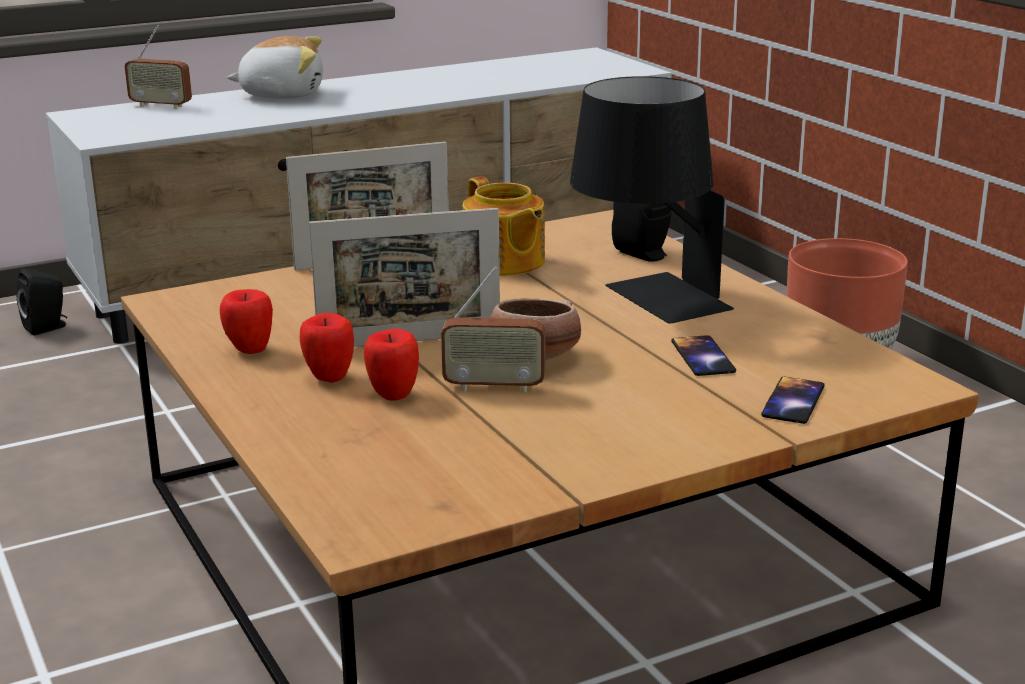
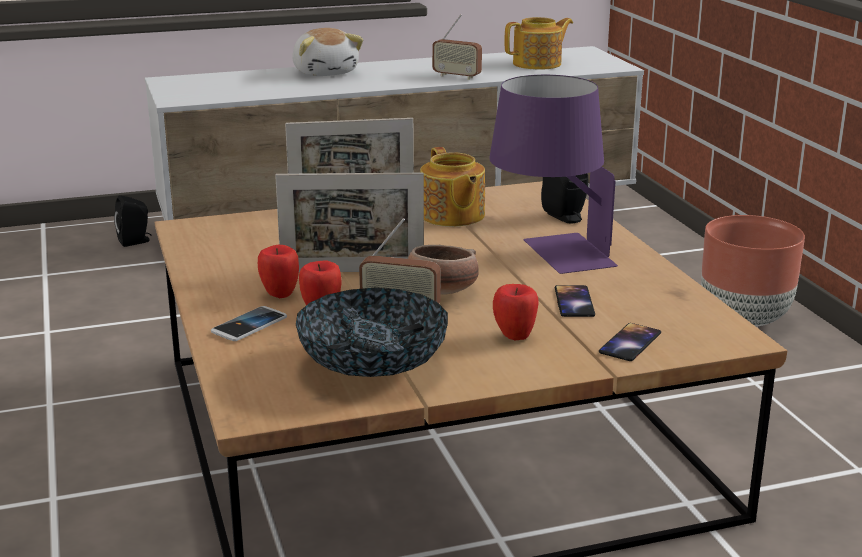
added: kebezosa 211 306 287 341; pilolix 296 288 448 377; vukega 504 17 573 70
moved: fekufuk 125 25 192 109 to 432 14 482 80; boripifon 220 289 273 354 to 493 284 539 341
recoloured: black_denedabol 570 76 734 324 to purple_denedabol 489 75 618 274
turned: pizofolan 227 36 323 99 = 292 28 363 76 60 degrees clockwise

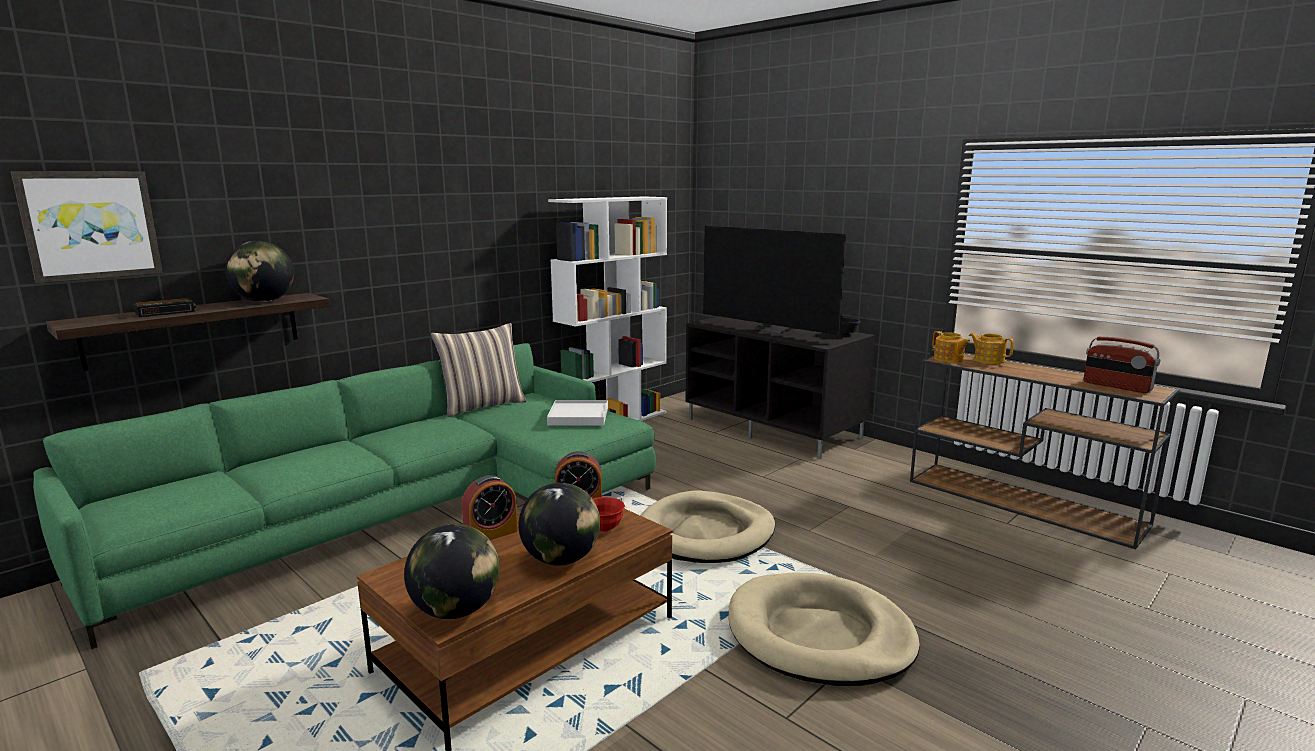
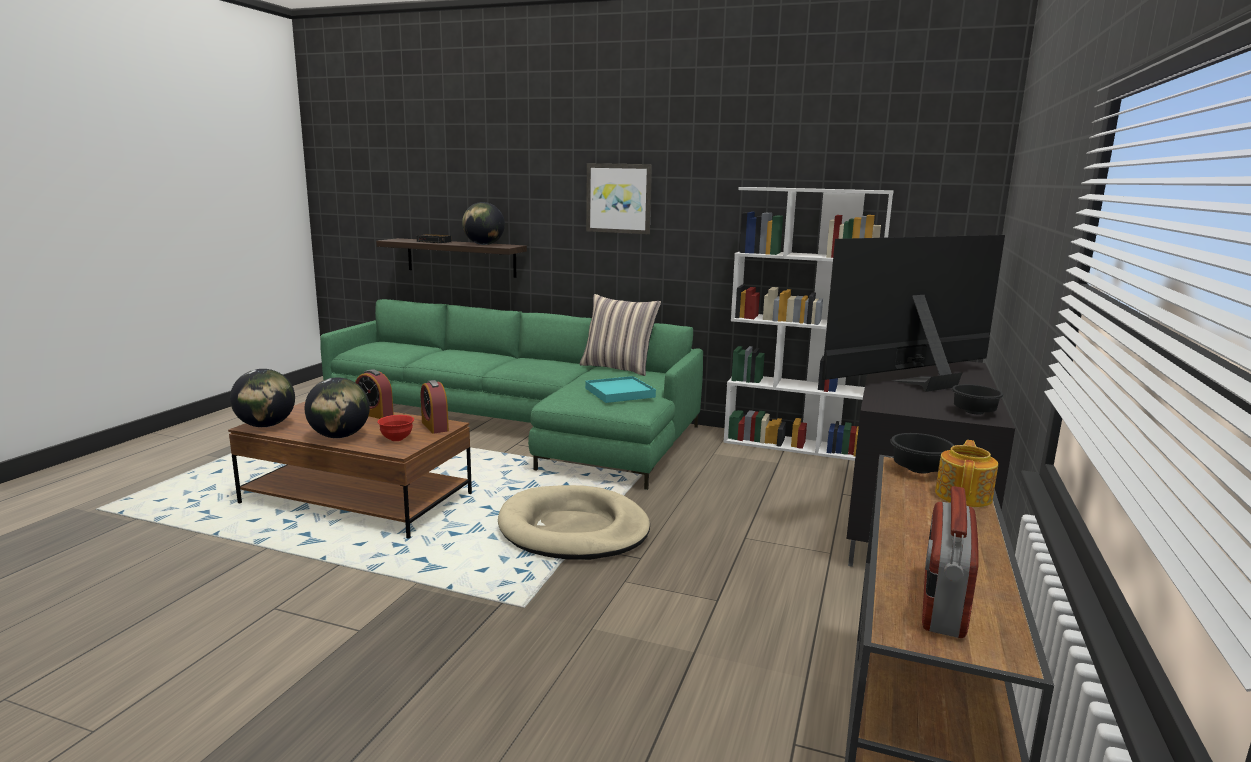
removed: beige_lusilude 729 572 920 686
moved: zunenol 11 171 163 283 to 586 163 652 234
replaced: vukega 932 331 970 363 to black_pilolix 890 433 954 474
recoloured: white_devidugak 547 400 608 426 to turquoise_devidugak 585 376 656 403
turned: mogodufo 703 226 846 335 = 822 235 1005 392 45 degrees clockwise

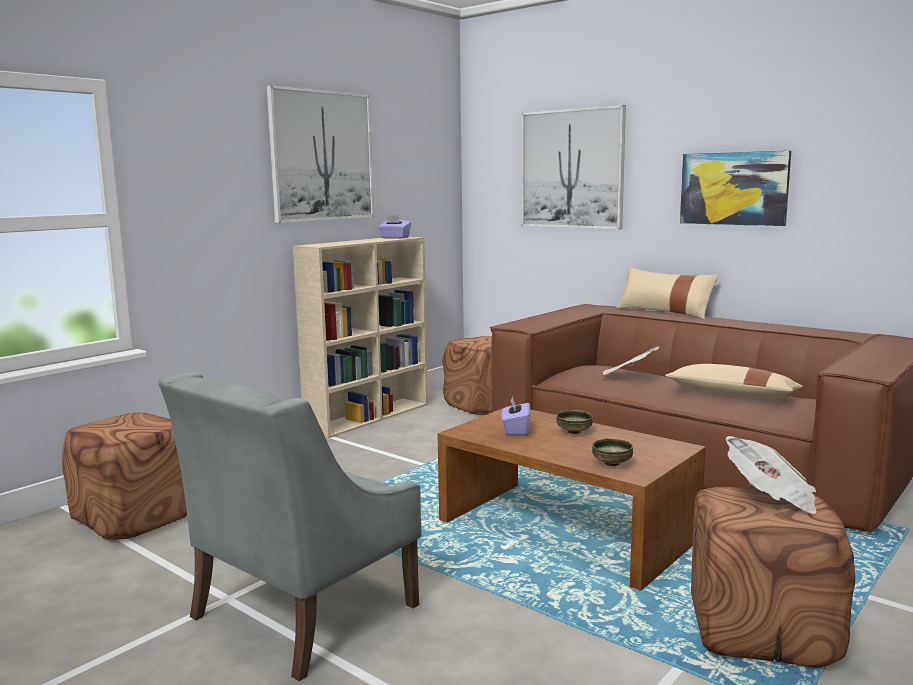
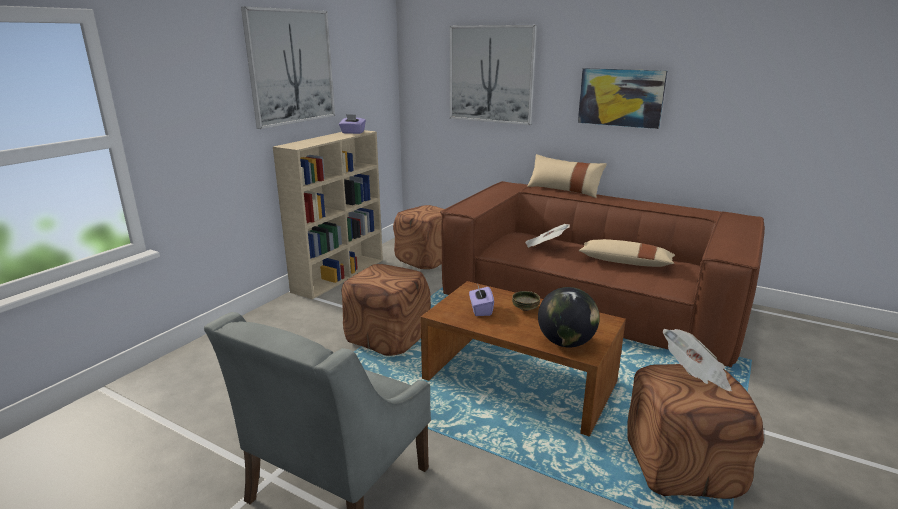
moved: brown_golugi 62 413 187 540 to 342 264 431 356
replaced: pilolix 592 438 633 466 to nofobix 538 287 600 348

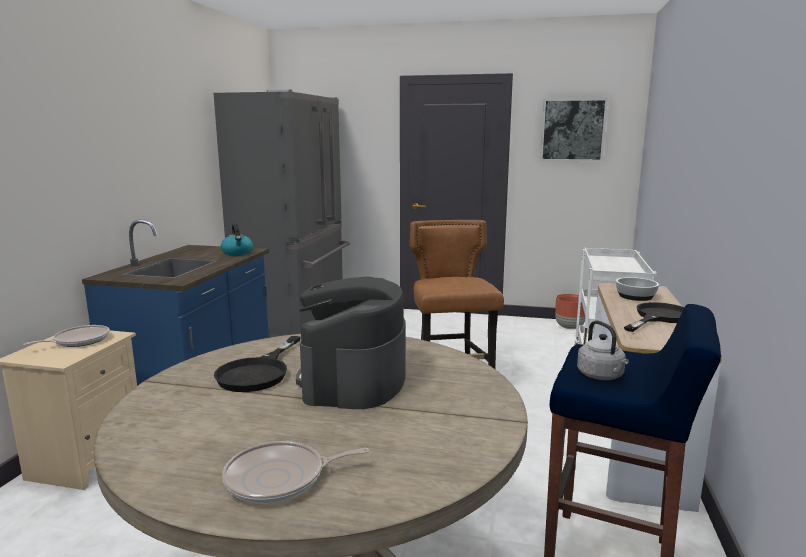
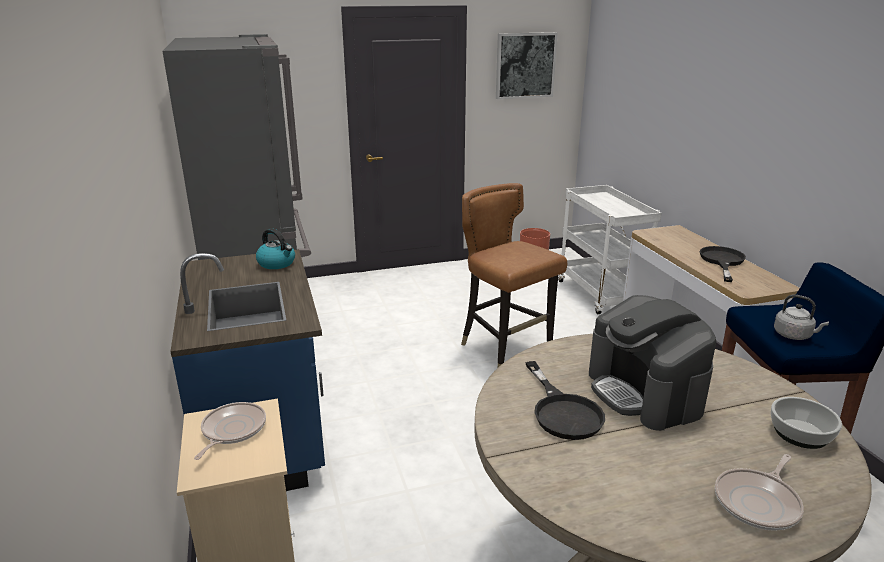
moved: pilolix 616 277 659 301 to 771 397 842 449

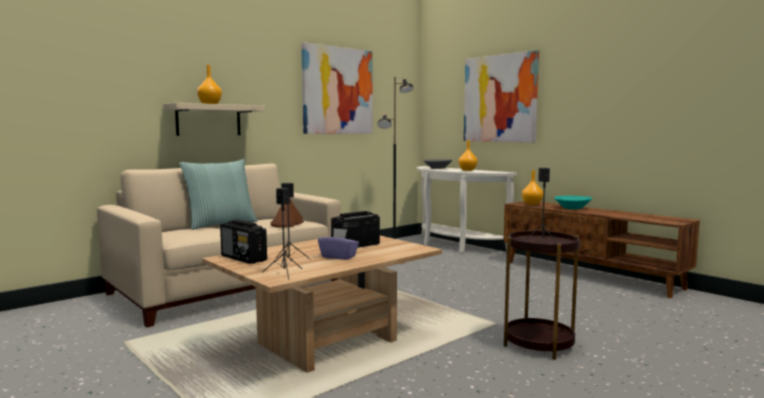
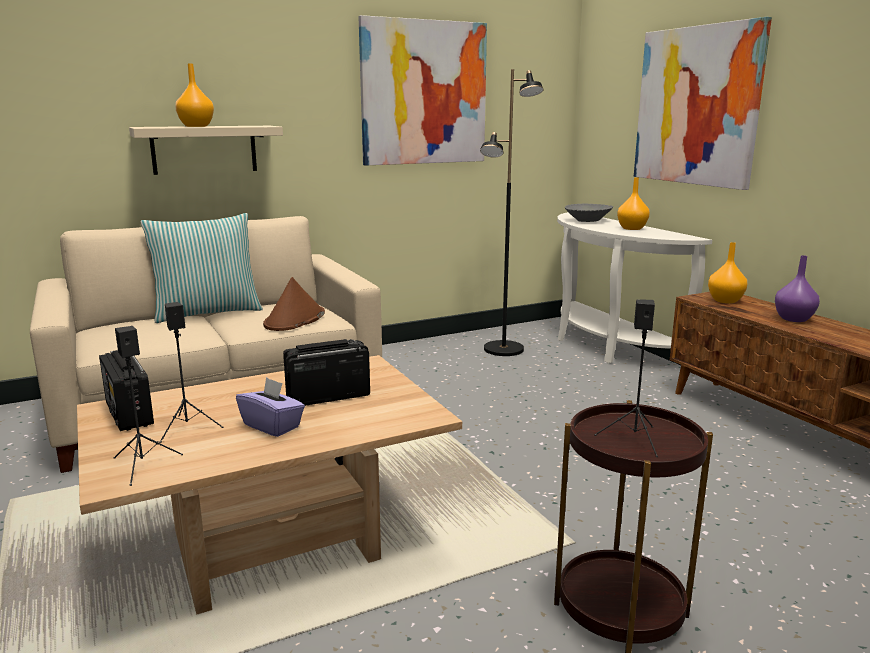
replaced: turquoise_pilolix 554 196 592 209 to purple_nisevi 775 255 820 322

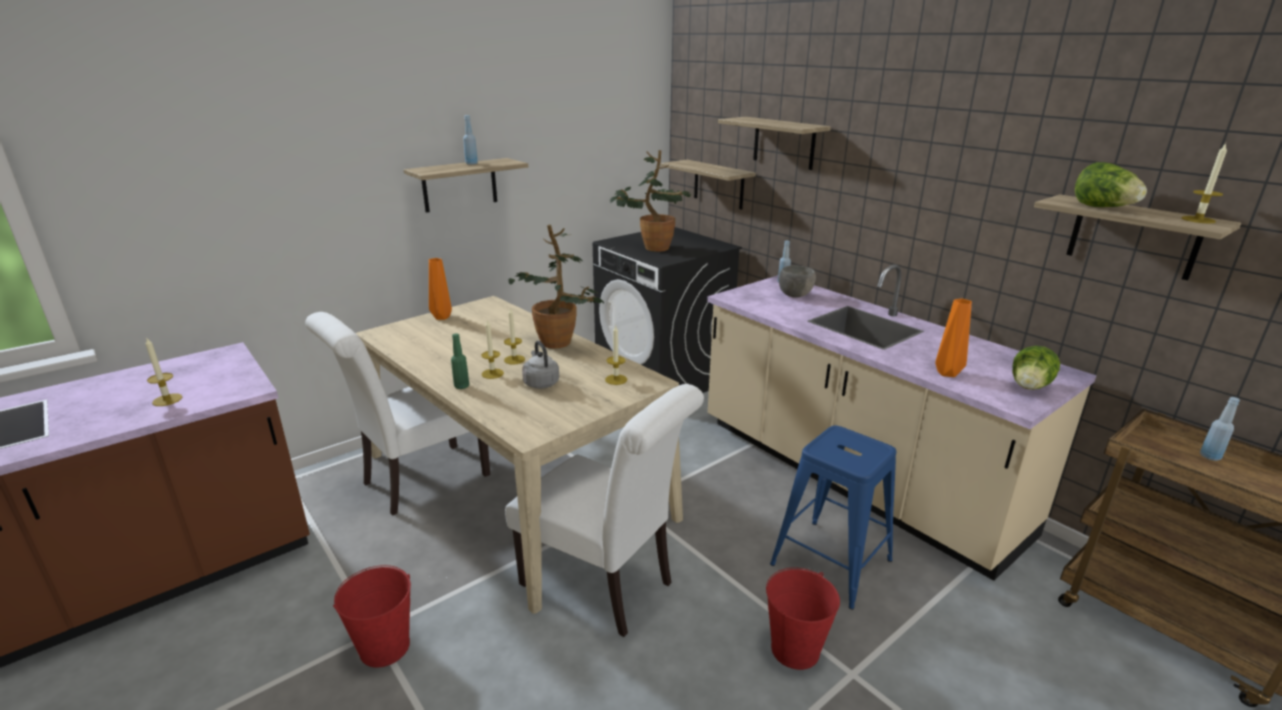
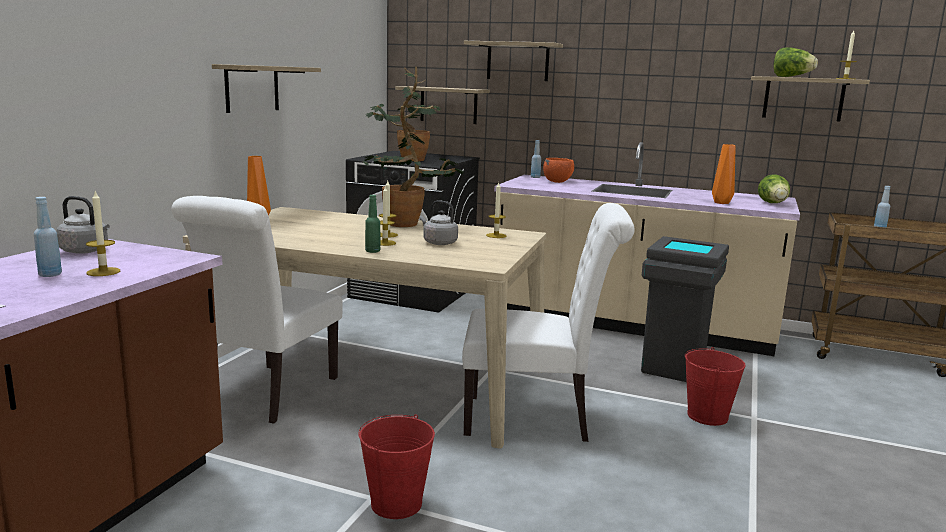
added: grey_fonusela 56 196 110 254
moved: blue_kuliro 463 115 478 165 to 34 197 62 277
replaced: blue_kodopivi 770 425 896 610 to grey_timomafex 641 236 729 382
recoloured: grey_pilolix 779 265 816 298 to orange_pilolix 543 158 574 183

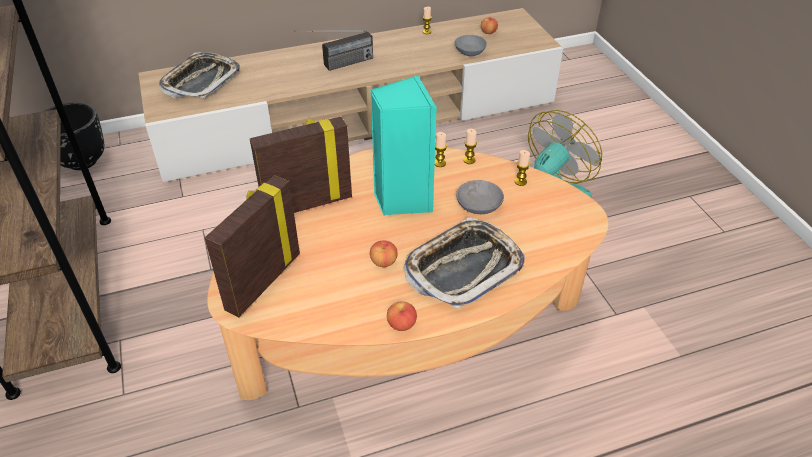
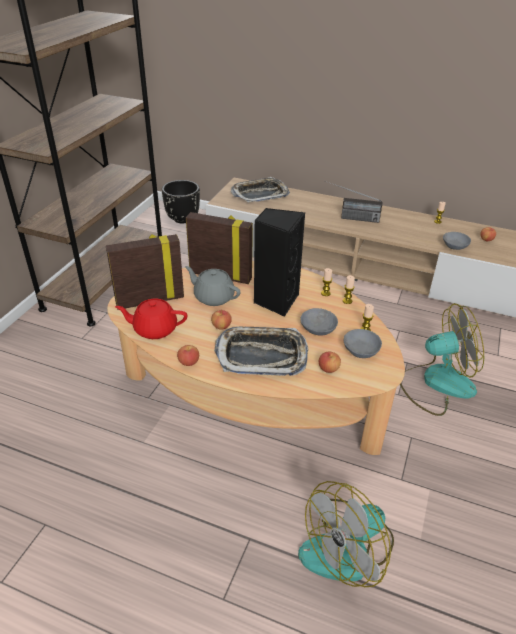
added: red_vukega 115 299 187 339; grey_vukega 185 266 240 306; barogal 298 481 394 587; boripifon 319 352 341 373; grey_pilolix 344 329 382 358
recoloured: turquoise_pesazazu 370 75 437 215 to black_pesazazu 253 208 305 317

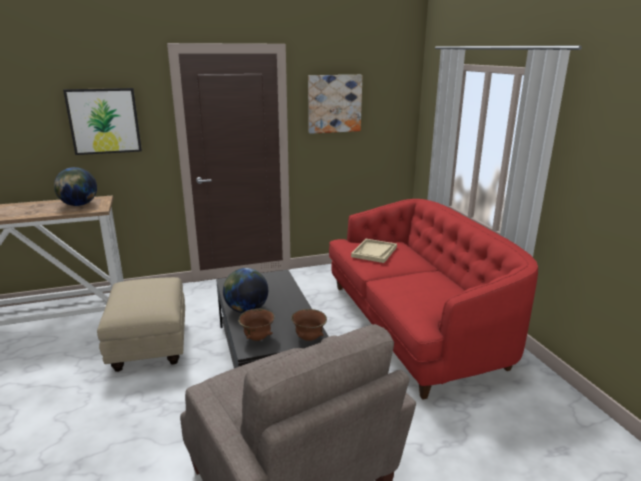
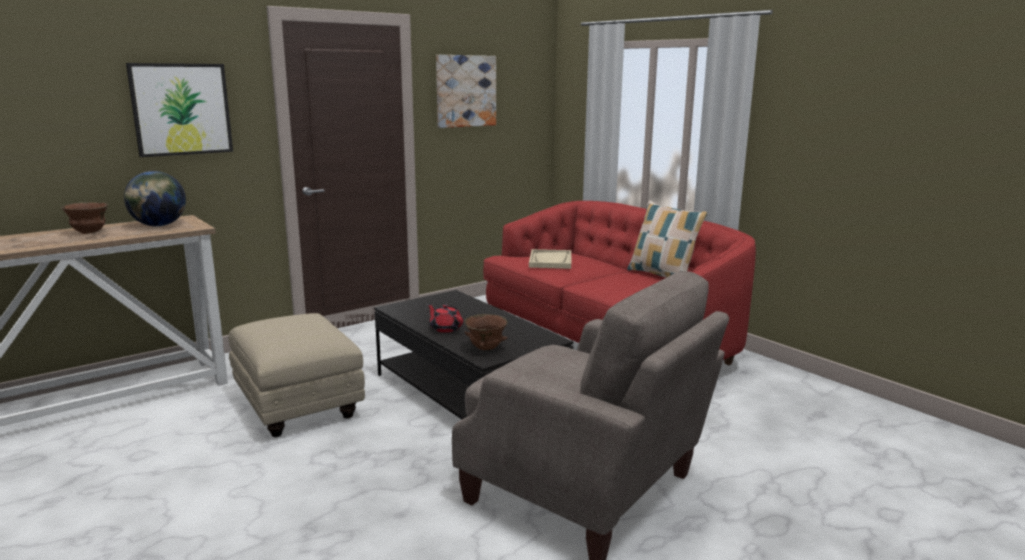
added: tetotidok 627 201 708 278
moved: brown_pilolix 291 309 327 341 to 61 202 109 234
replaced: nofobix 223 268 268 313 to red_vukega 427 304 463 333

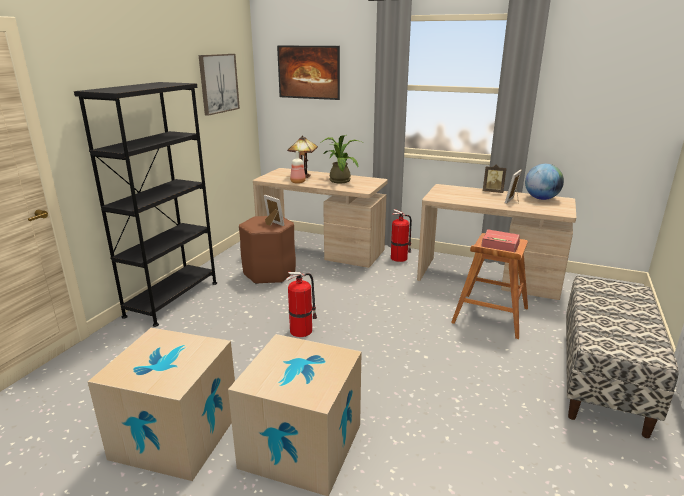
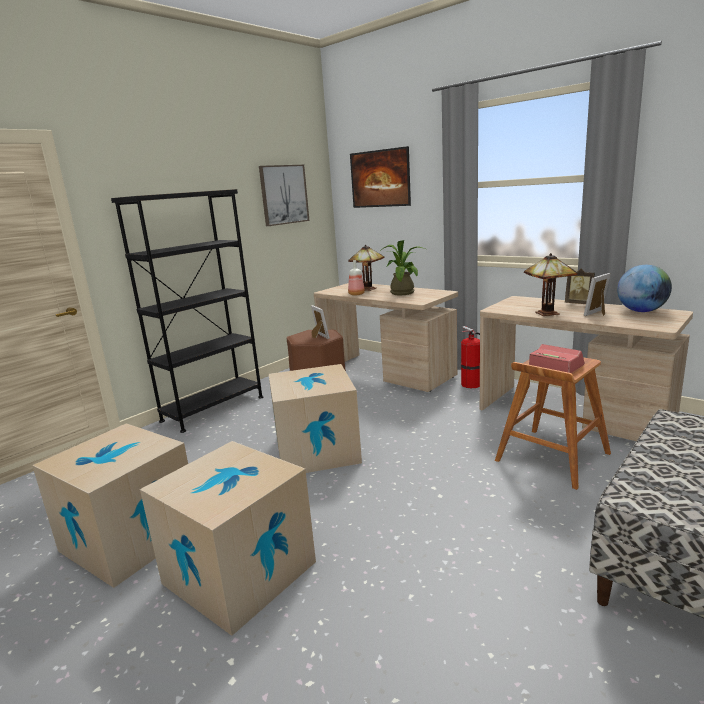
added: denedabol 524 253 578 316
replaced: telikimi 286 272 317 337 to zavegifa 269 364 362 473

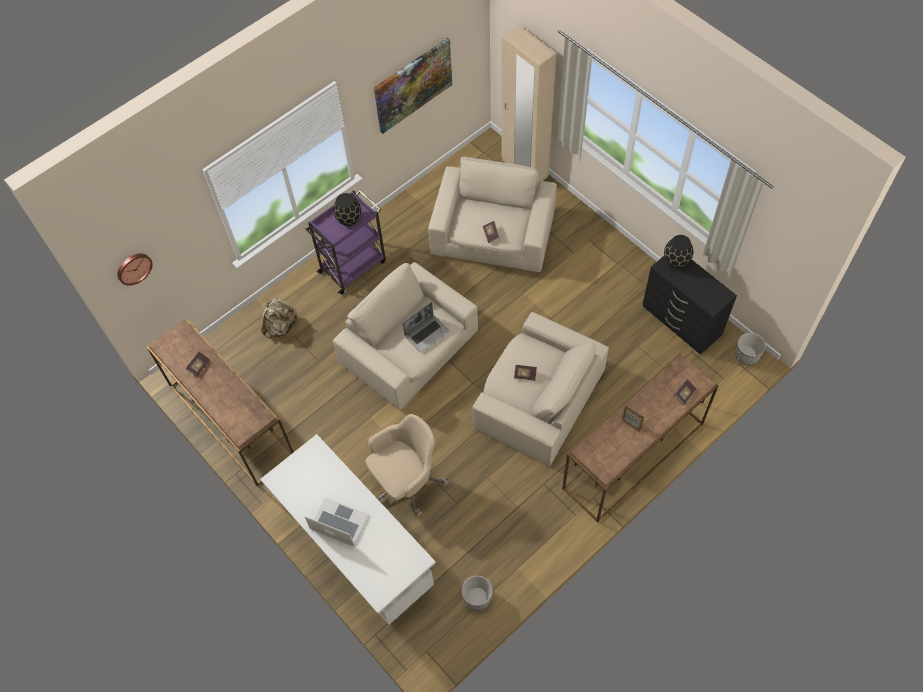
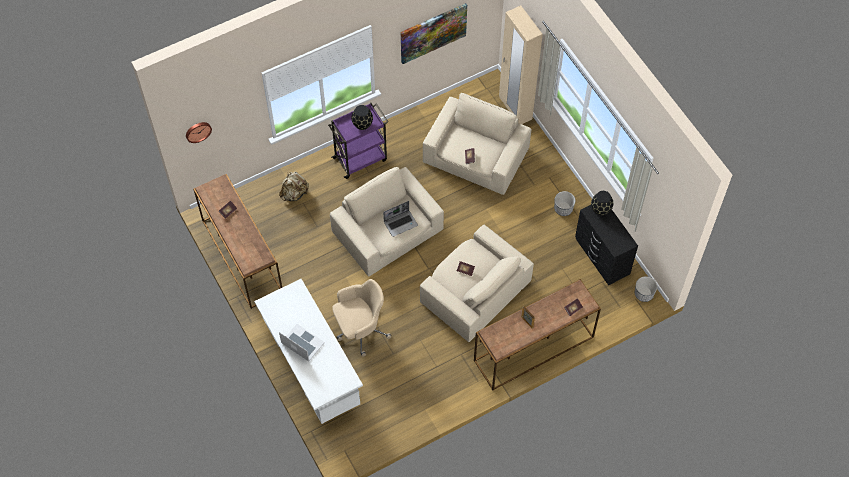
moved: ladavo 461 575 493 611 to 554 191 576 216

